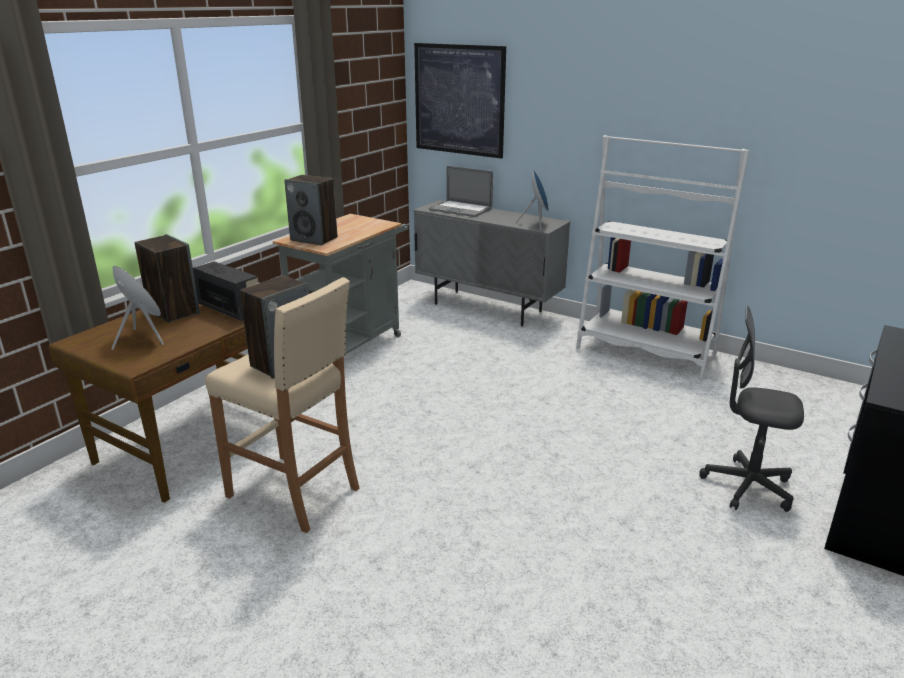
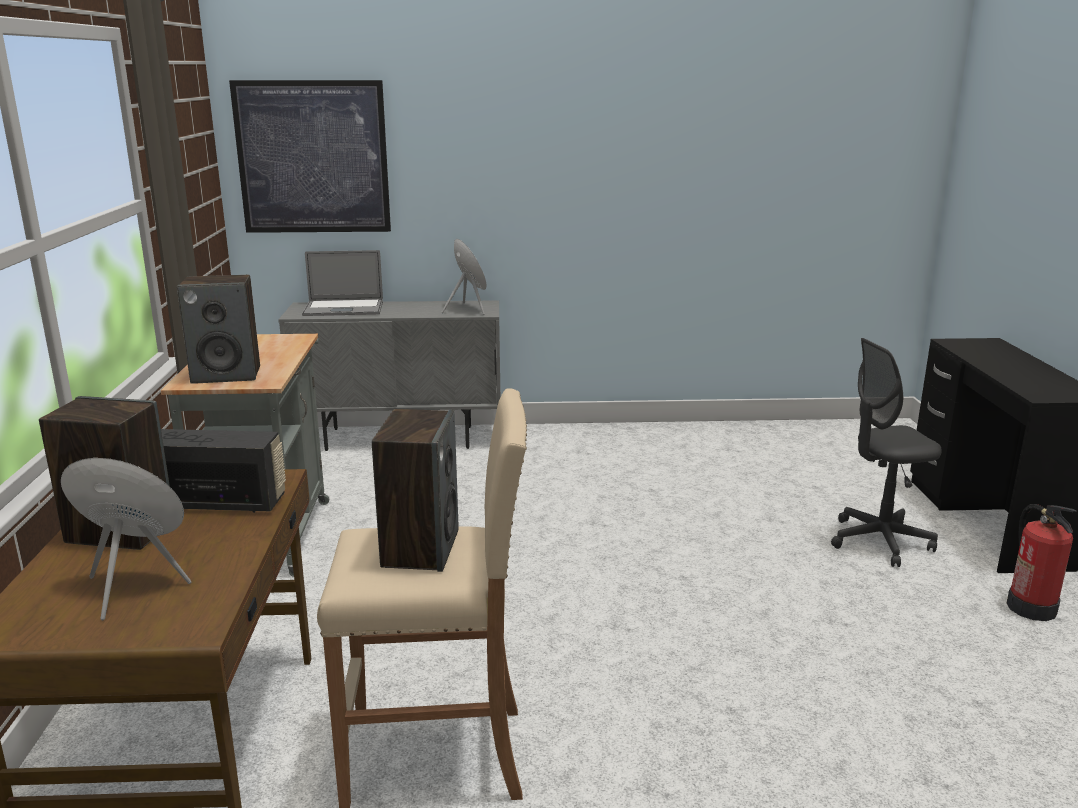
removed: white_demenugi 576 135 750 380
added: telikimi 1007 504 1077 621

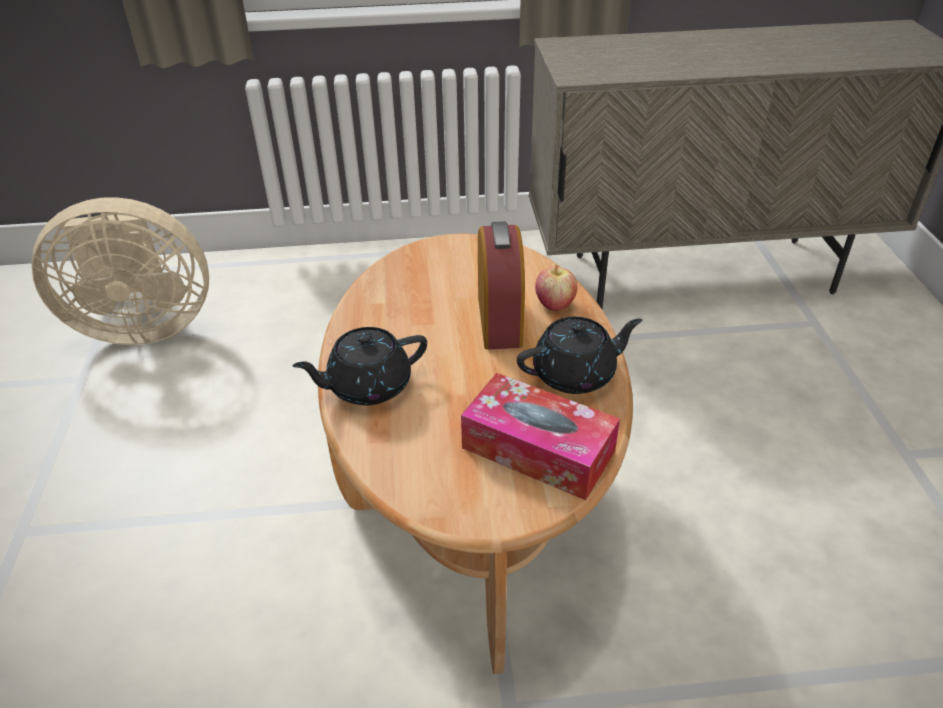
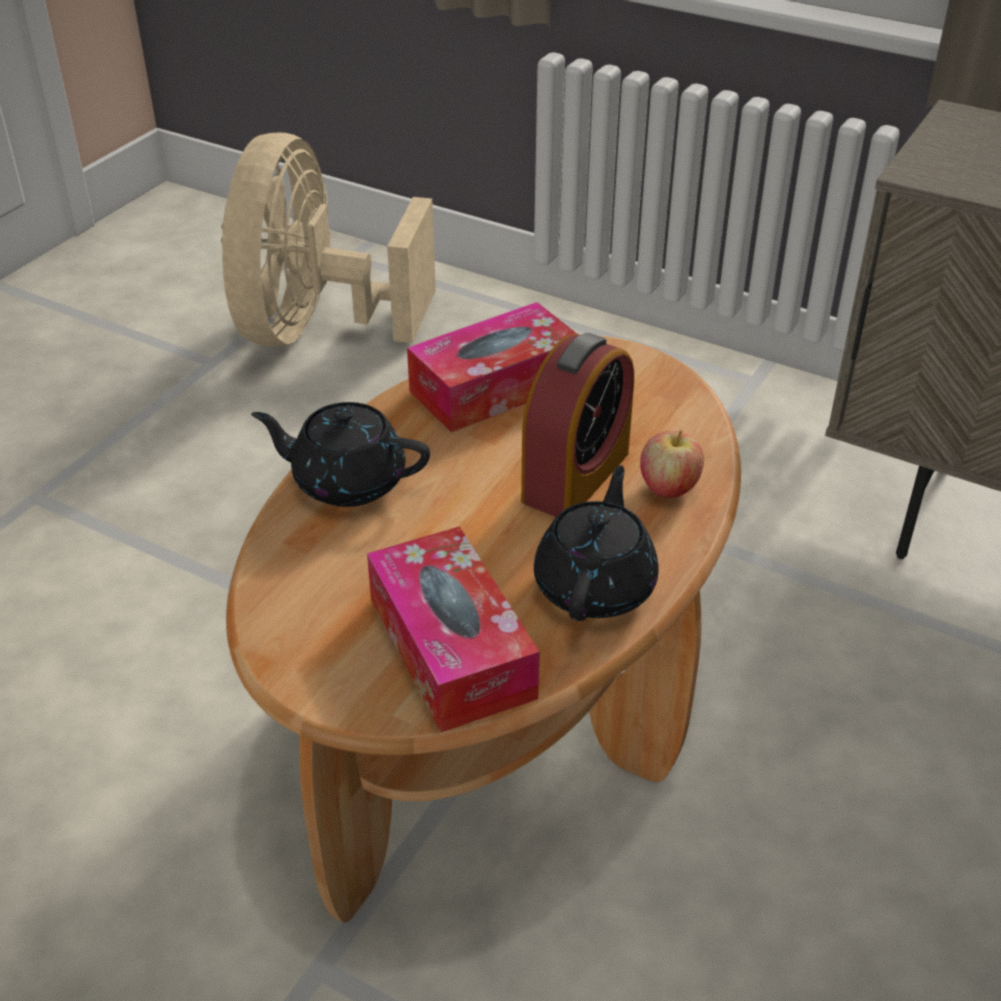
added: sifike 407 302 577 433
turned: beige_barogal 31 197 209 345 = 221 133 436 347 75 degrees clockwise; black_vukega 517 317 642 394 = 534 465 659 621 90 degrees counterclockwise

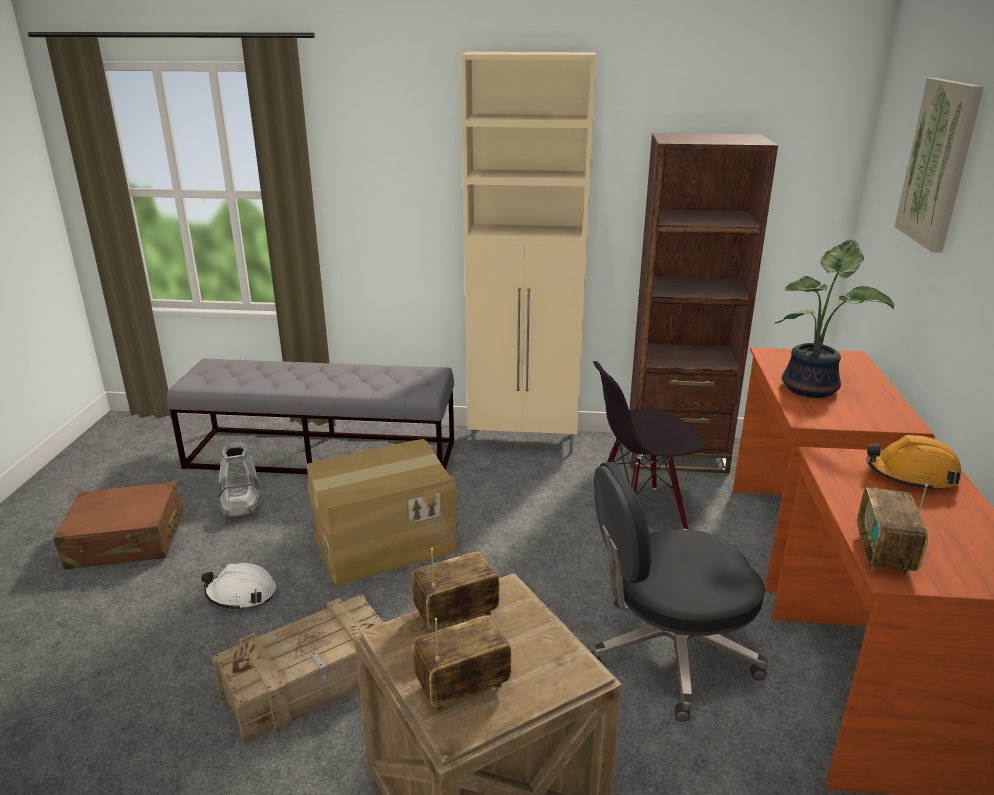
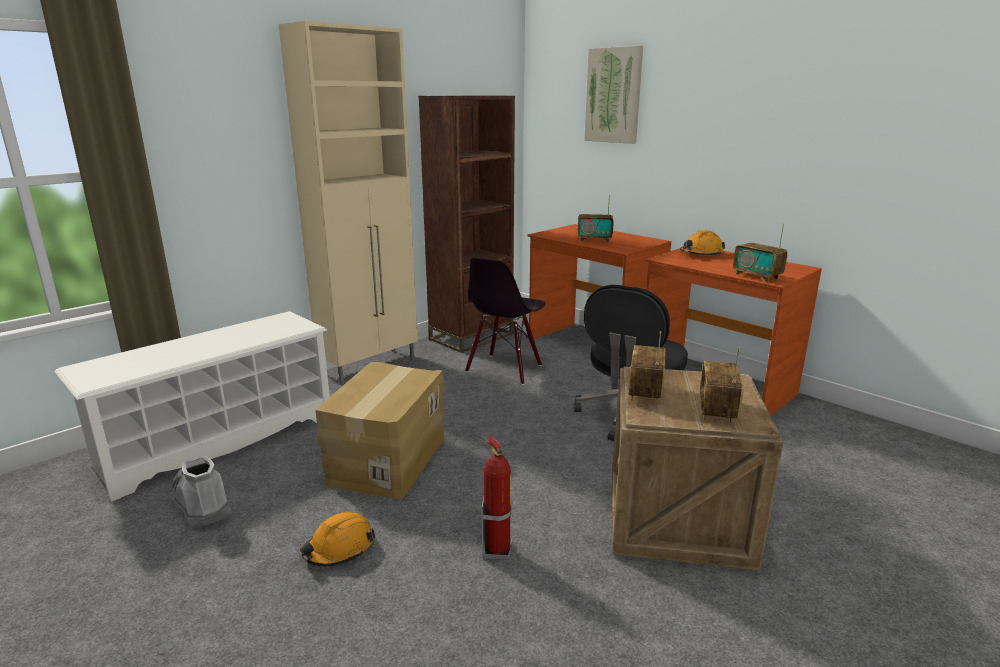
removed: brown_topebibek 53 482 183 570
replaced: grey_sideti 167 359 454 474 to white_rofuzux 55 311 330 502; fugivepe 212 595 384 745 to telikimi 482 436 512 560; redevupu 774 240 894 398 to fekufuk 578 195 614 242
recoloured: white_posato 201 563 276 611 to orange_posato 300 512 375 566
turned: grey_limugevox 218 442 262 517 = 171 456 231 530 150 degrees counterclockwise

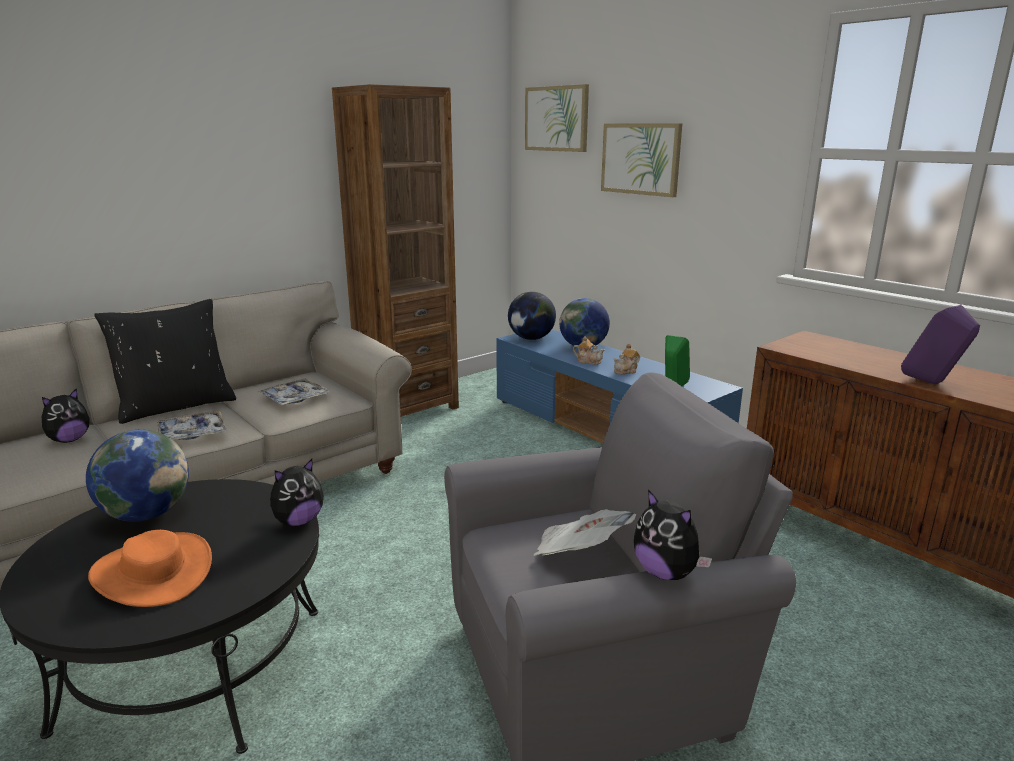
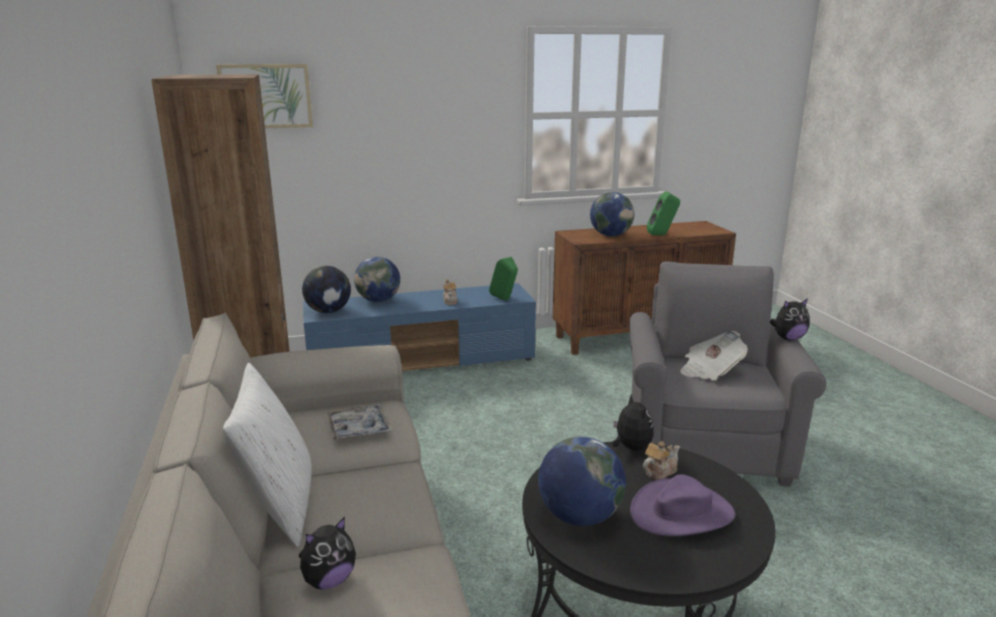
removed: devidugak 157 411 226 440; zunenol 601 123 682 197
added: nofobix 590 192 634 236
moved: vukega 573 336 604 365 to 643 441 680 480
recoloured: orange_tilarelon 88 530 212 607 to purple_tilarelon 630 474 735 536; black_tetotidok 94 299 236 424 to white_tetotidok 223 363 312 547; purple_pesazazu 901 305 980 384 to green_pesazazu 647 191 680 236
turned: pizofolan 42 389 89 443 = 299 517 356 589 75 degrees clockwise

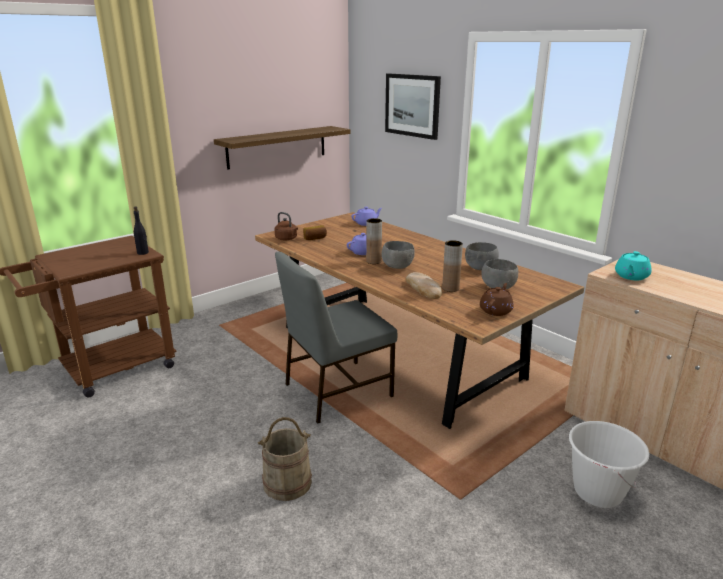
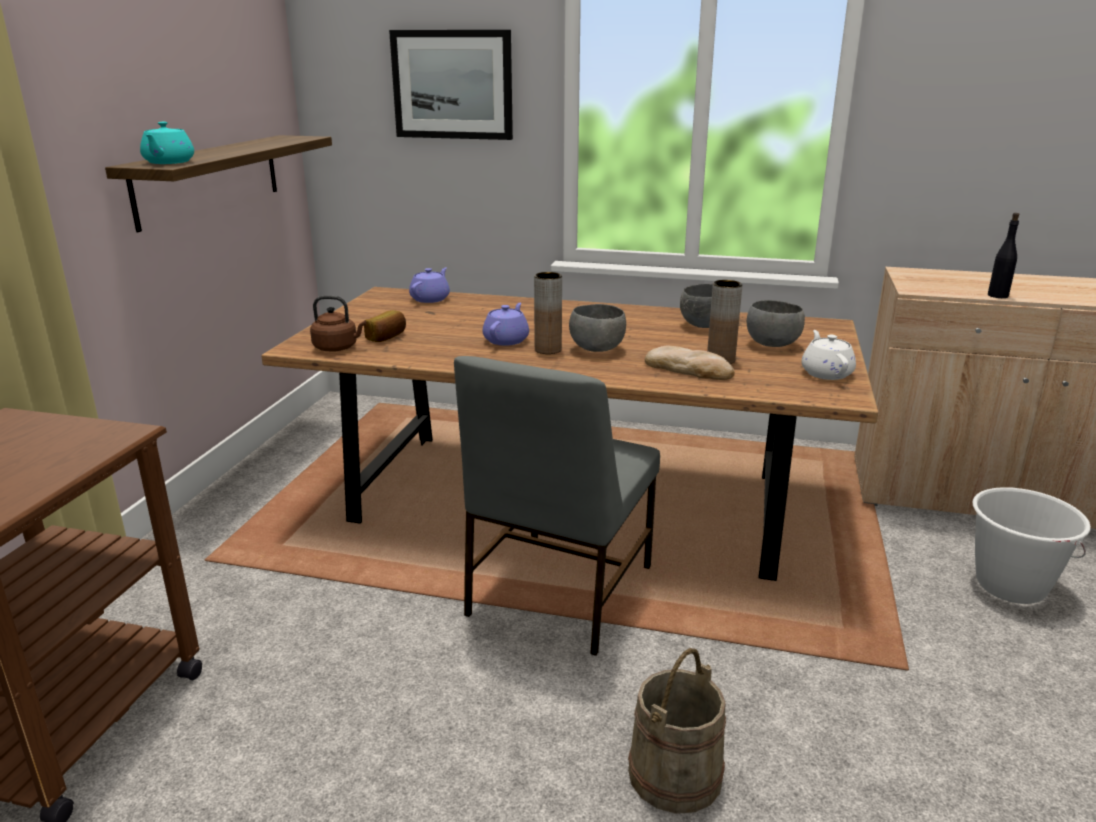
moved: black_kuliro 134 207 149 255 to 988 213 1019 298; turquoise_vukega 615 251 652 280 to 140 122 194 164
recoloured: brown_vukega 480 283 514 316 to white_vukega 801 330 856 380

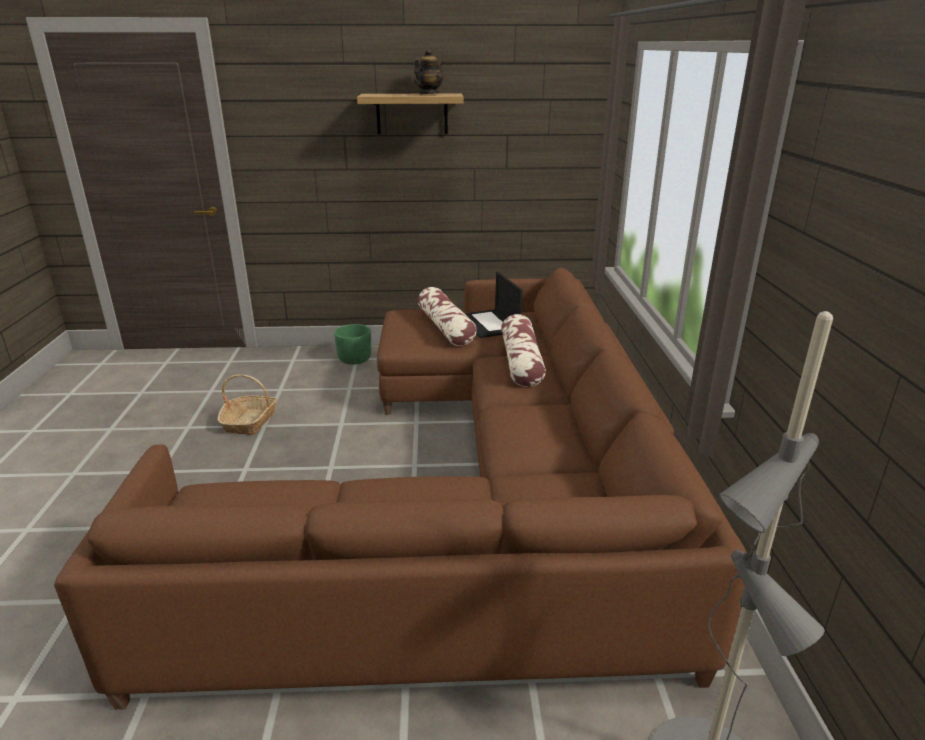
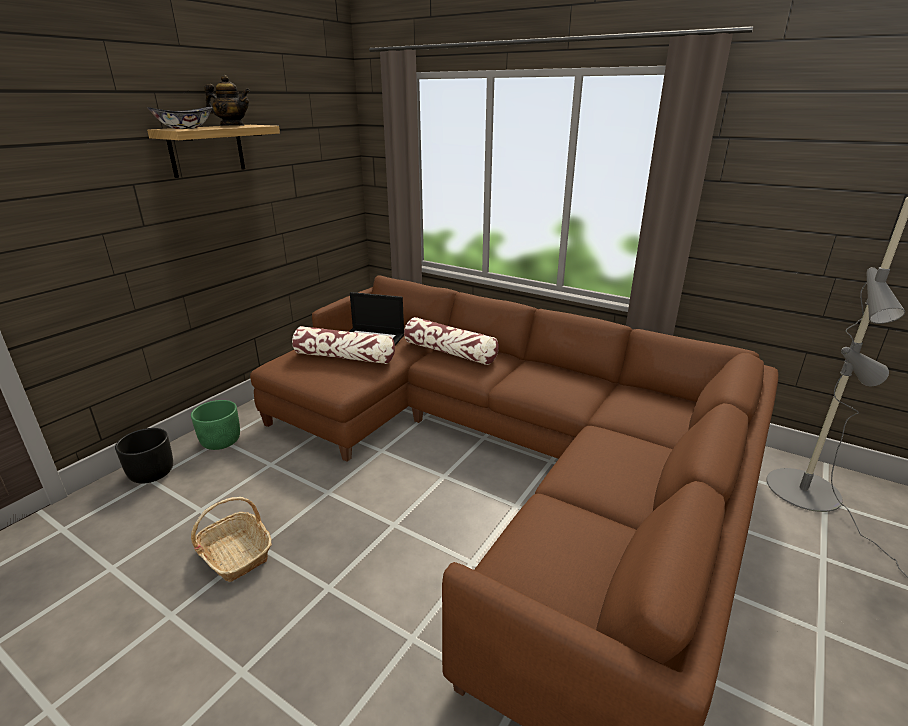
added: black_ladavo 115 428 173 484; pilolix 147 107 213 129
turned: vukega 414 49 443 94 = 205 75 250 126 120 degrees clockwise

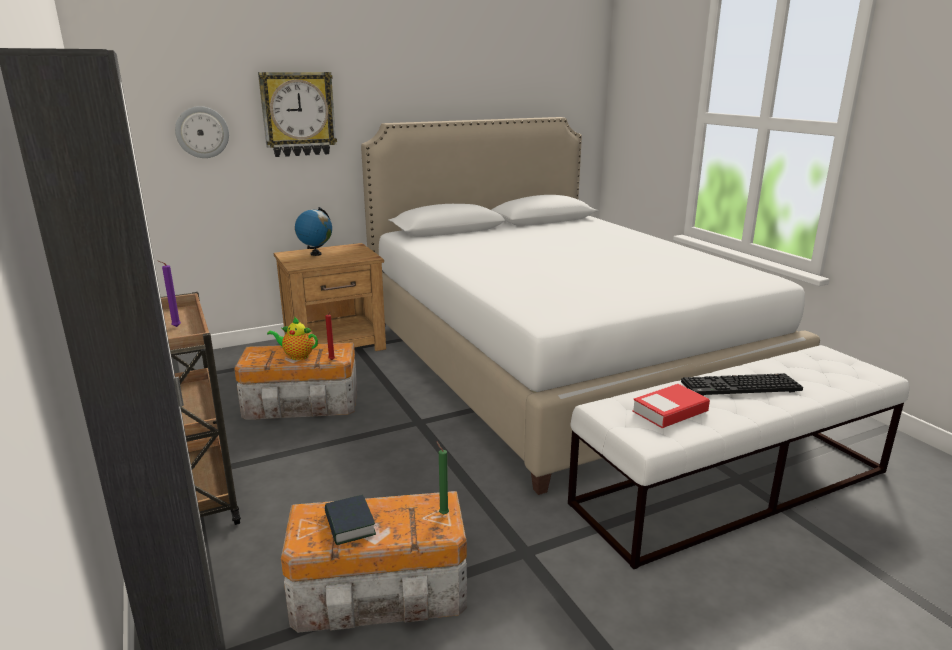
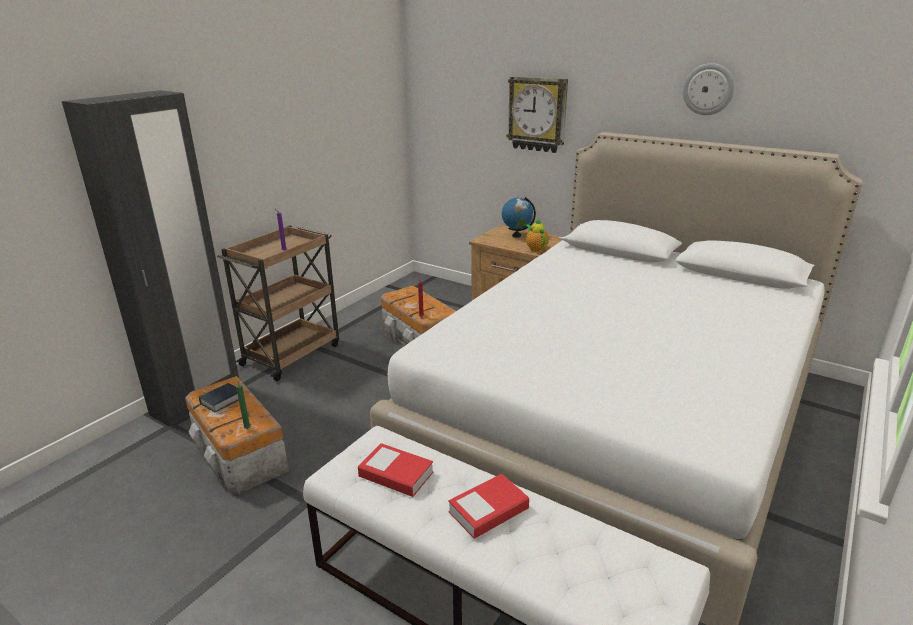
moved: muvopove 175 106 229 158 to 683 63 735 115; vukega 267 317 318 360 to 526 219 549 252
replaced: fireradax 681 373 803 396 to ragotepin 448 473 529 539

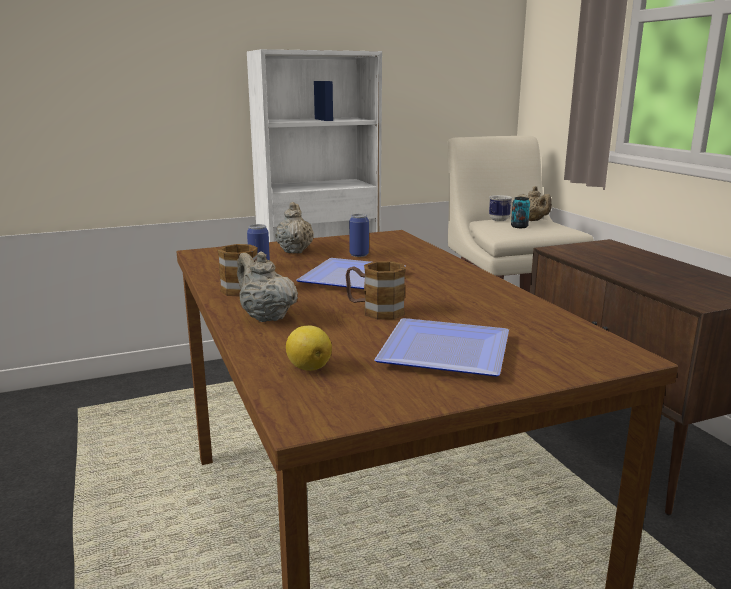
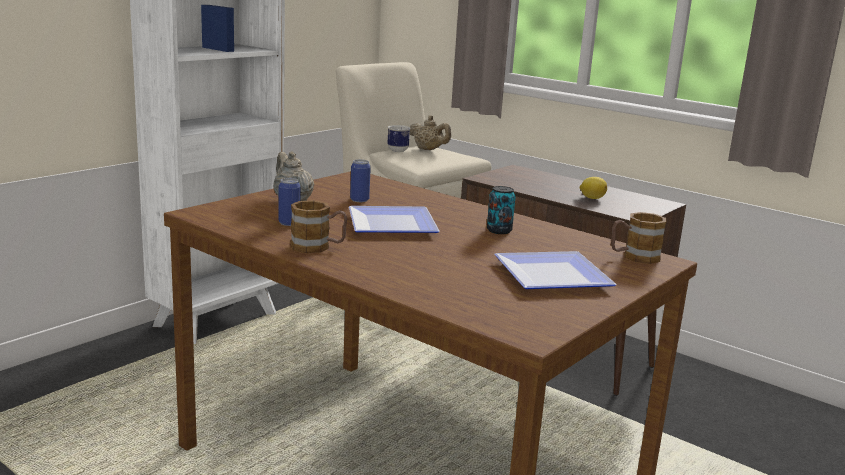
removed: beige_vukega 237 251 298 322
moved: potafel 286 325 332 371 to 579 177 607 199; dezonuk 345 261 406 320 to 611 212 667 264; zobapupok 511 197 530 228 to 487 186 516 234

